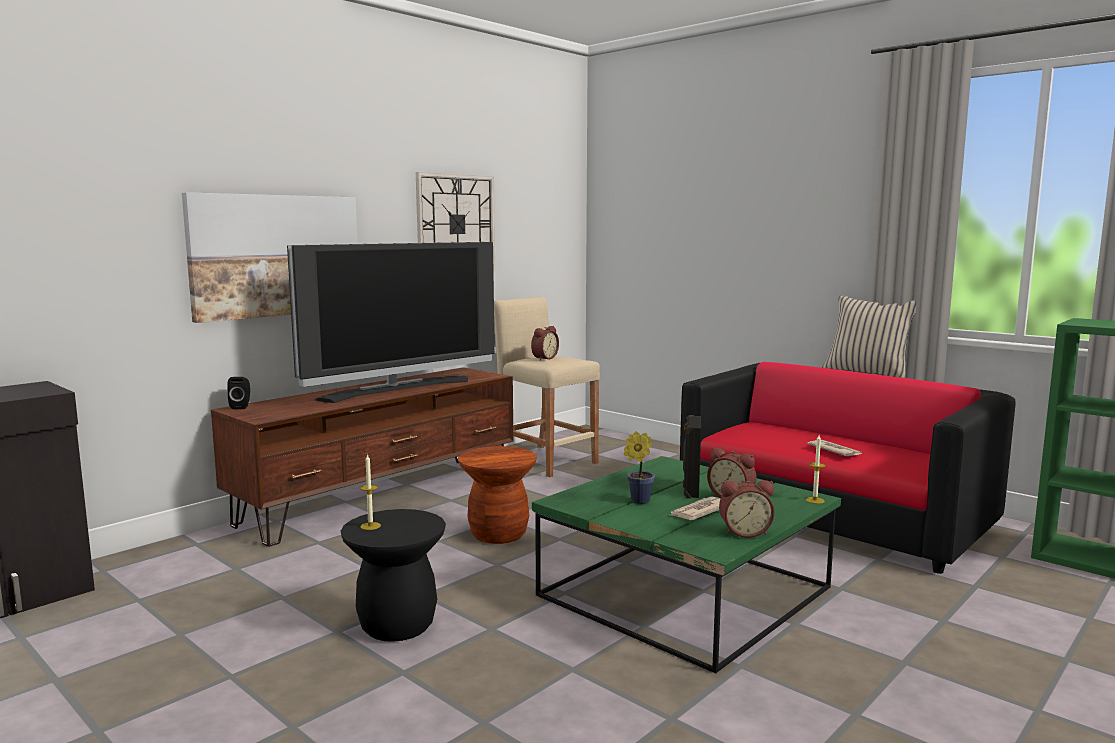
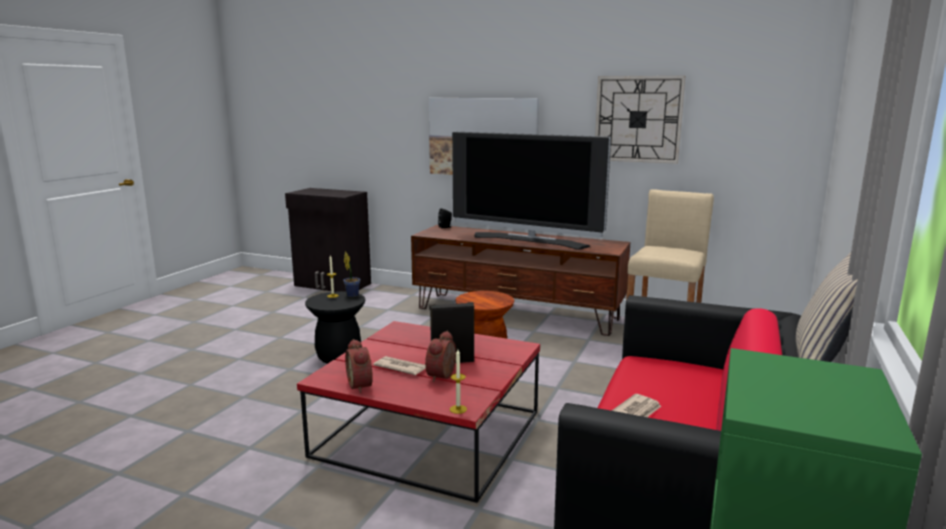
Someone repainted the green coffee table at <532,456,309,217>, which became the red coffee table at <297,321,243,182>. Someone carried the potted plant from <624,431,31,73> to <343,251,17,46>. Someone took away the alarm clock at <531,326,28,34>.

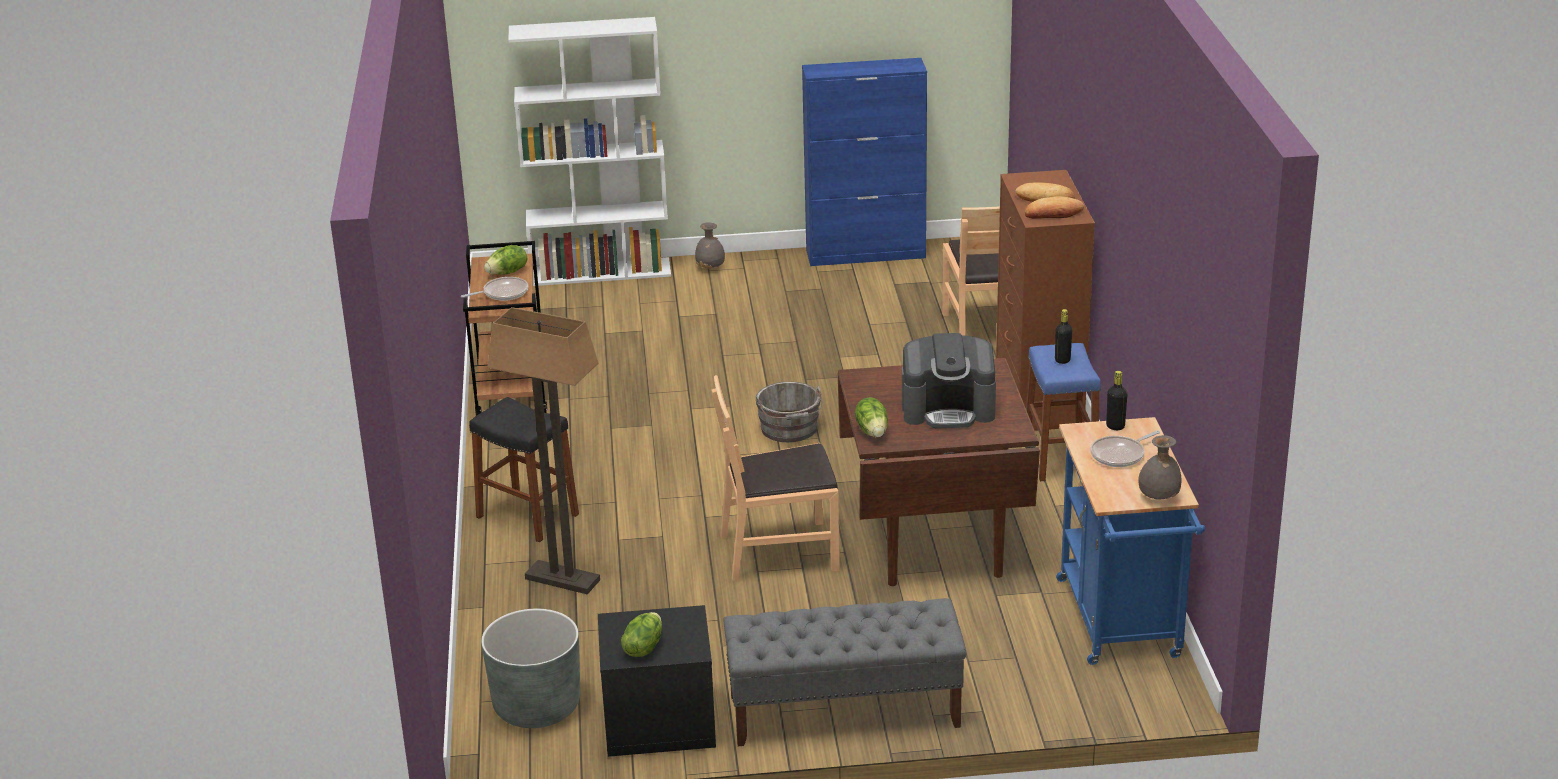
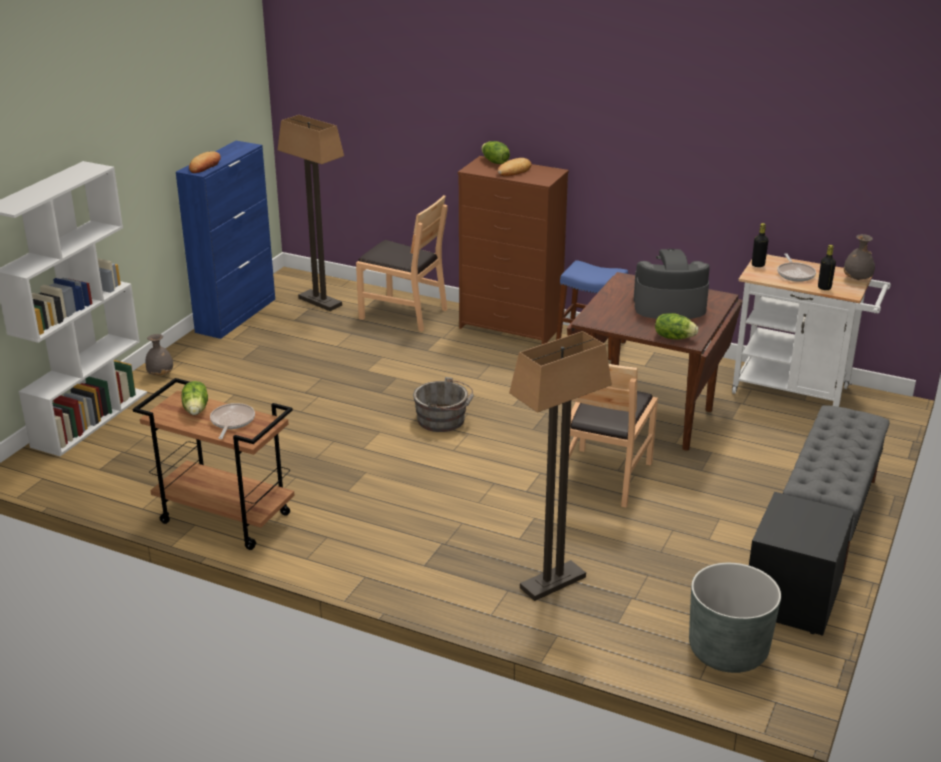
Someone carried the bread from <1025,197,59,22> to <189,151,32,22>. Someone put down the floor lamp at <278,115,66,196>. Someone carried the lettuce from <621,612,41,45> to <481,141,29,23>. Someone rotated the coffee machine at <902,333,94,95> by 120 degrees counterclockwise. Someone repainted the blue cart at <1056,417,149,248>, which became the white cart at <732,254,159,153>. Someone carried the black bottle from <1055,309,17,55> to <818,245,18,45>. Someone took away the black stool at <469,397,110,145>.

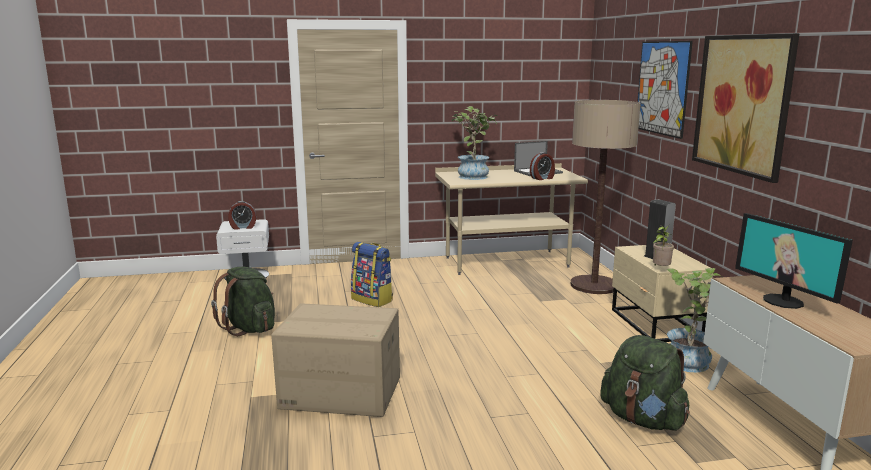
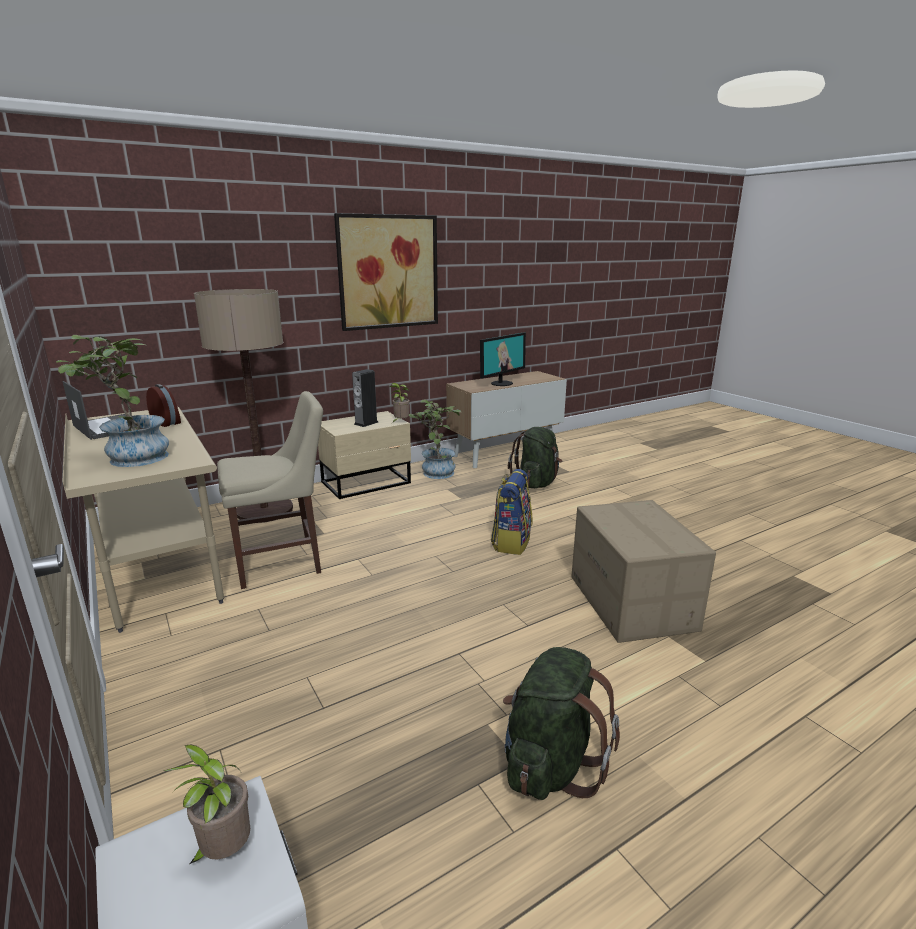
Someone swapped the alarm clock at <228,201,28,29> for the potted plant at <164,745,86,119>. Someone put down the beige chair at <217,391,106,198>. Someone carried the backpack from <351,242,42,65> to <491,469,41,86>. Someone took away the picture at <637,41,56,98>.

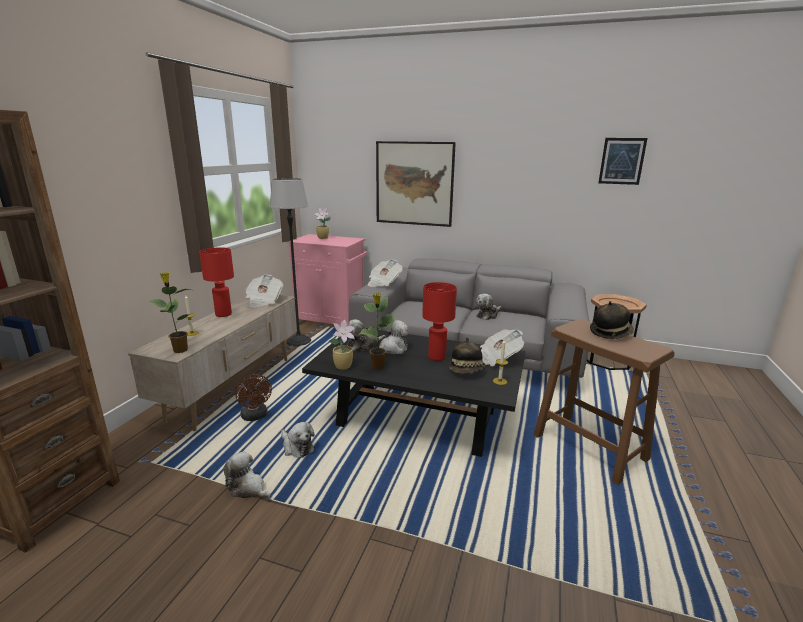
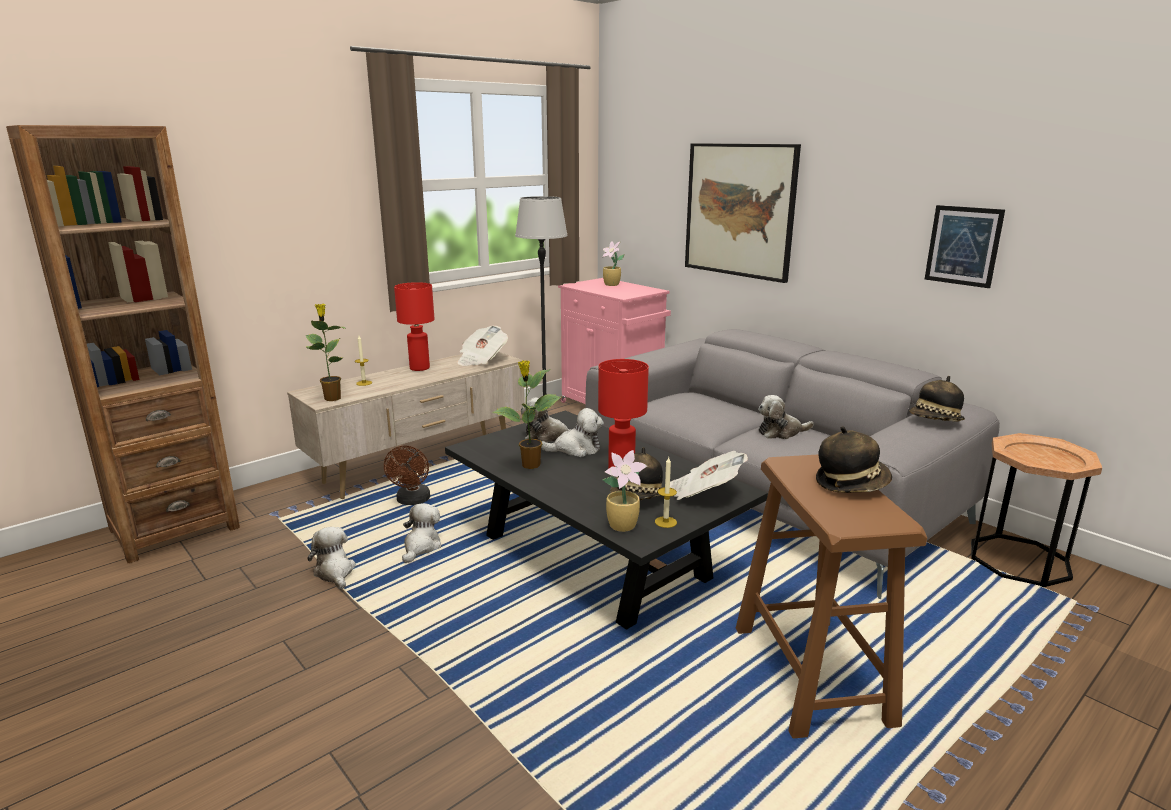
Someone rotated the plush toy at <281,422,33,36> by 150 degrees counterclockwise. Someone carried the potted plant from <329,320,26,50> to <603,450,44,82>. Someone put down the hat at <909,376,56,46>. Someone carried the picture from <598,138,50,47> to <925,205,80,83>. Someone took away the newspaper at <368,259,35,28>.

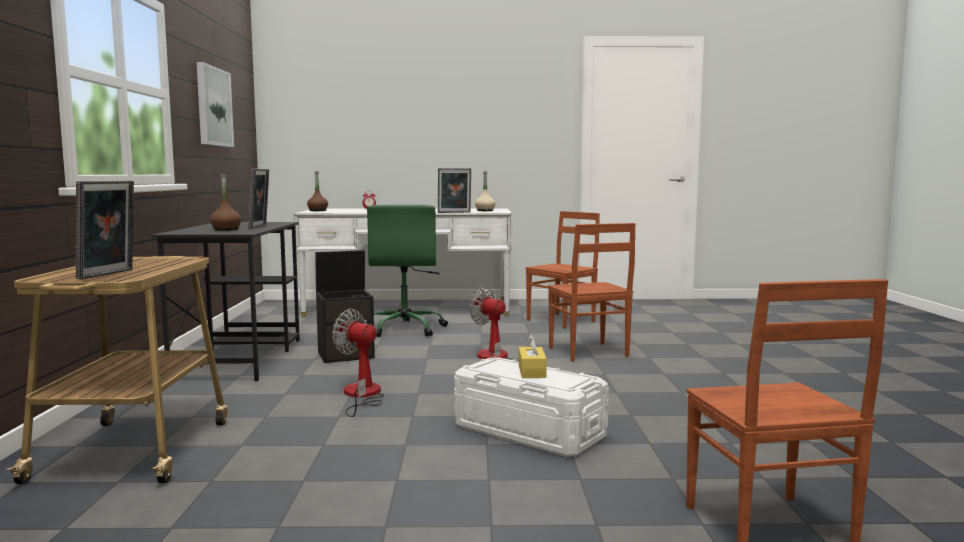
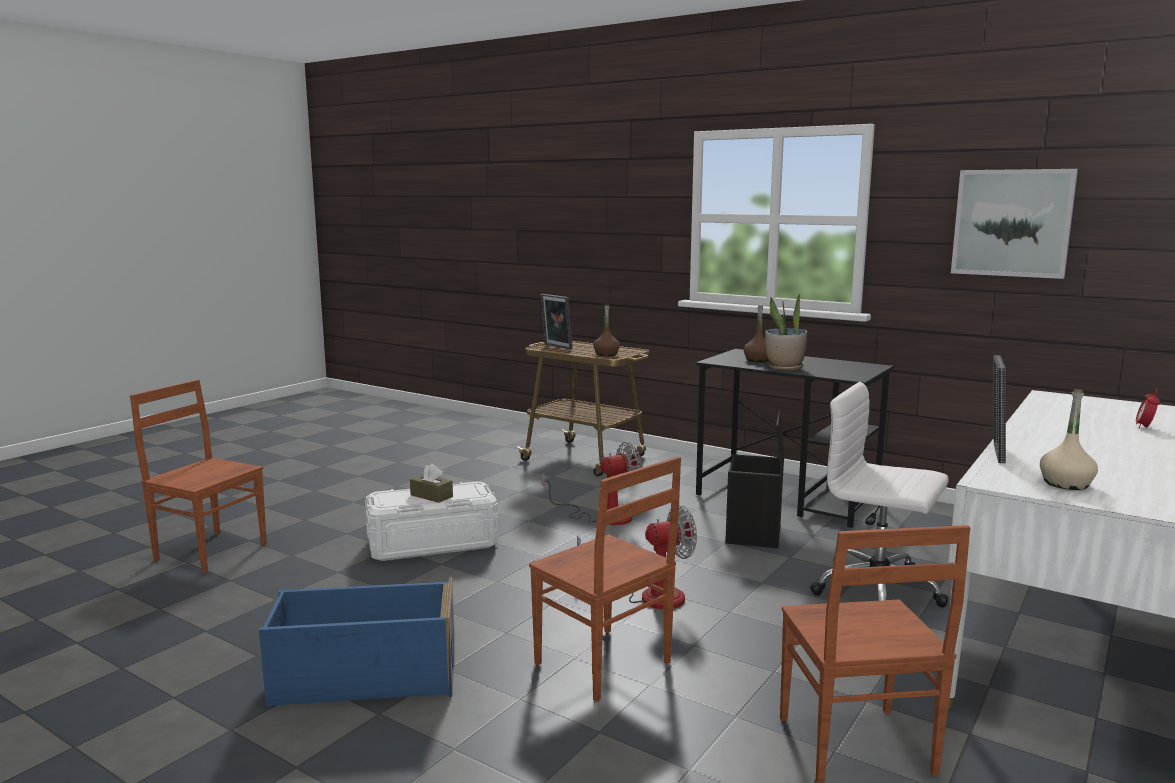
Someone put down the blue storage box at <259,577,196,129>. Someone repainted the yellow tissue box at <519,334,28,44>, which became the brown tissue box at <410,464,43,39>. Someone rotated the brown chair at <548,223,87,139> by 150 degrees counterclockwise. Someone carried the brown bottle from <307,171,21,40> to <593,304,27,52>. Someone swapped the picture frame at <248,169,21,60> for the potted plant at <765,293,42,77>. Someone repainted the green office chair at <367,205,81,132>, which became the white office chair at <810,382,139,225>.

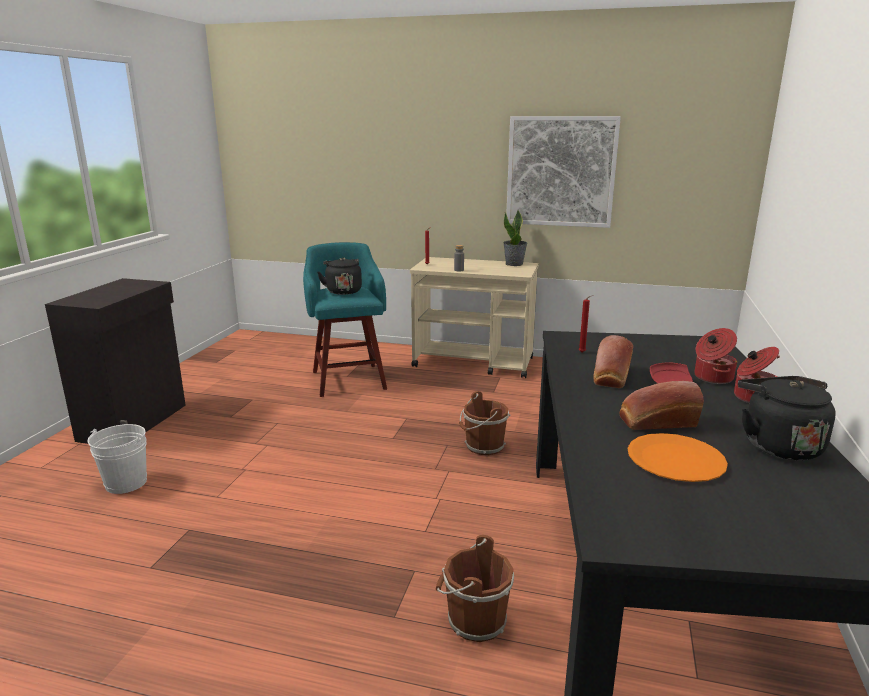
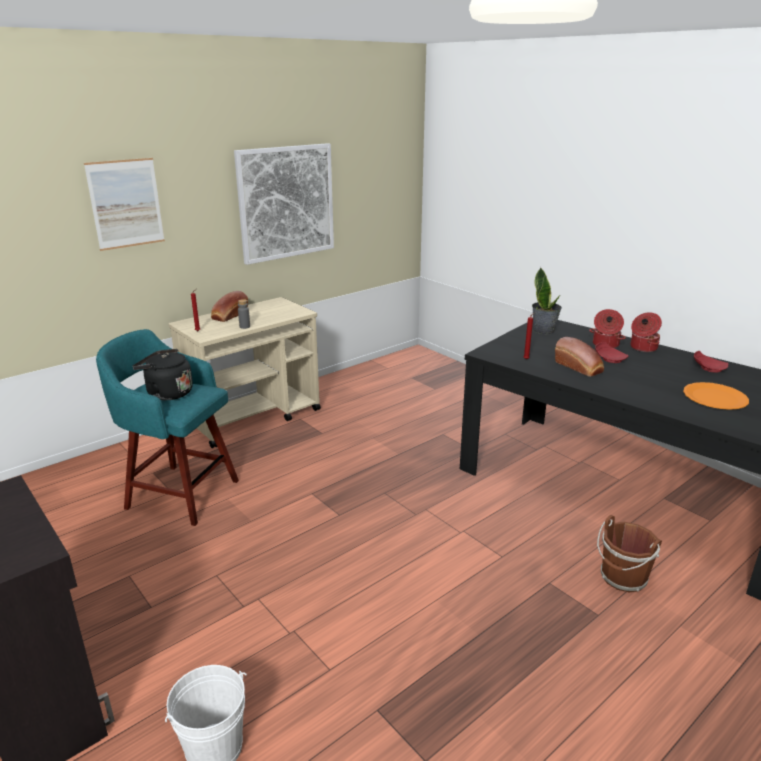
Someone put up the picture at <84,158,81,93>. Someone carried the bread from <620,381,84,49> to <211,291,37,31>. Someone carried the potted plant from <503,210,24,56> to <532,267,30,68>. Someone swapped the black kettle at <738,376,98,84> for the red plate at <694,351,34,21>. Someone took away the brown bucket at <459,391,51,64>.

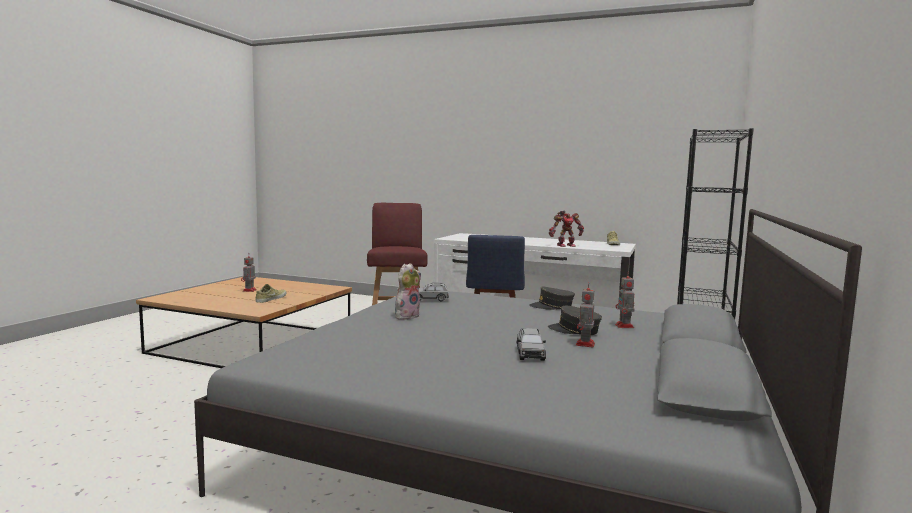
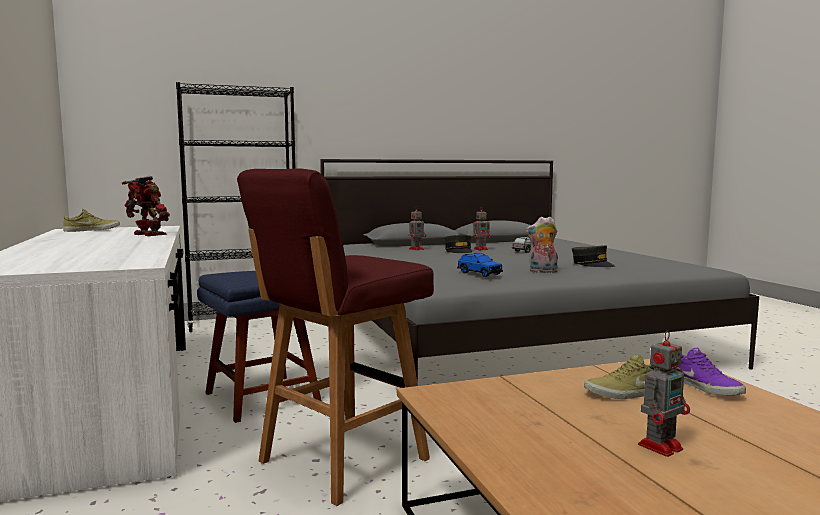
Someone repainted the grey toy car at <419,283,30,19>, which became the blue toy car at <457,253,46,24>. Someone carried the grey cap from <529,287,46,23> to <572,245,43,22>. Someone put down the purple shoe at <677,348,69,48>.

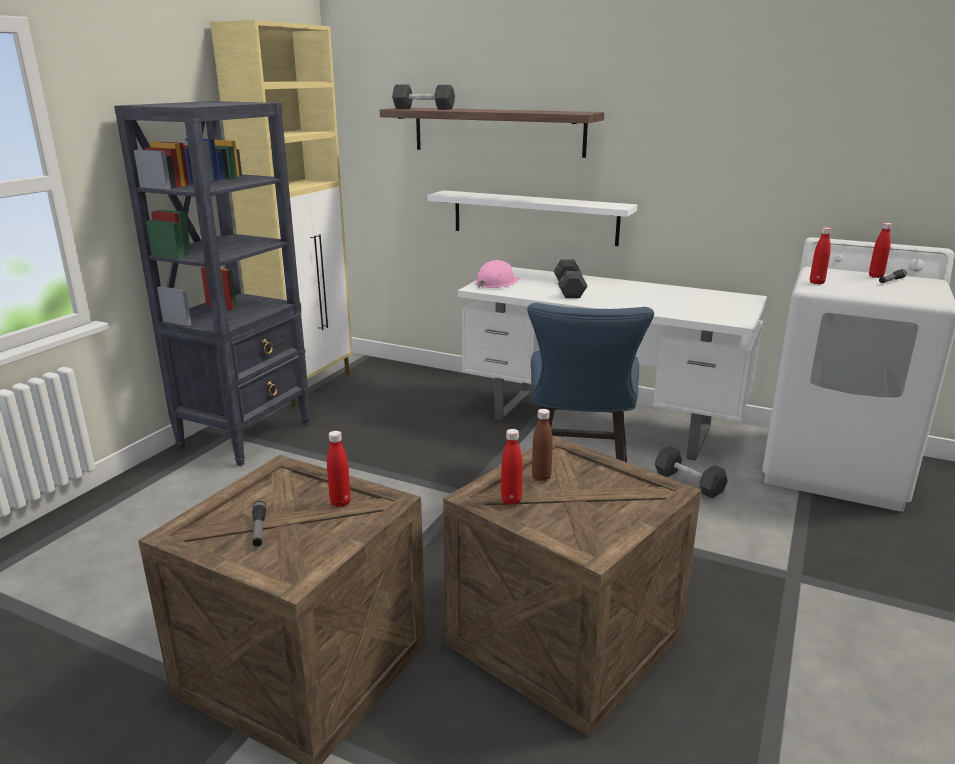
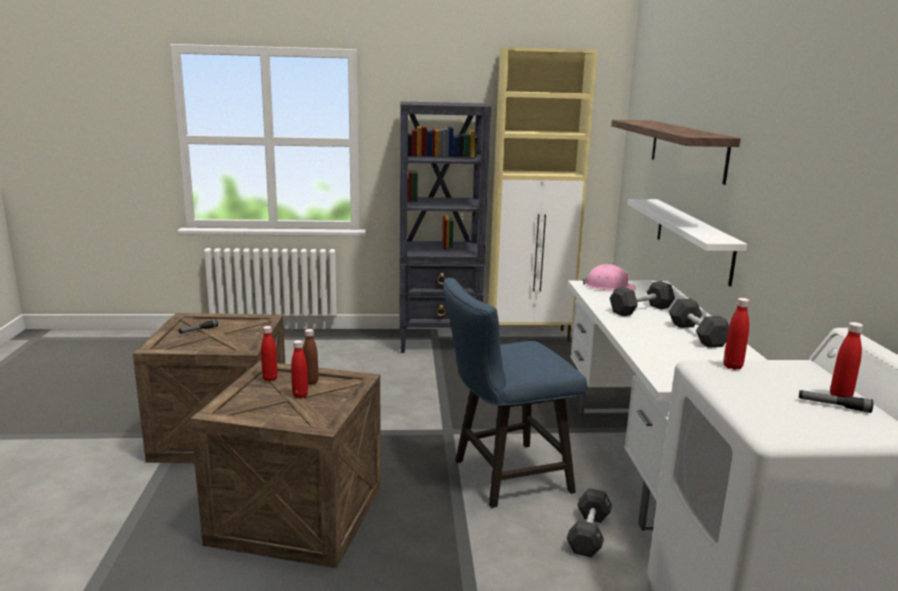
Someone carried the red bottle from <327,431,24,76> to <291,340,17,58>. Someone carried the black dumbbell from <392,84,63,26> to <669,299,60,49>.

